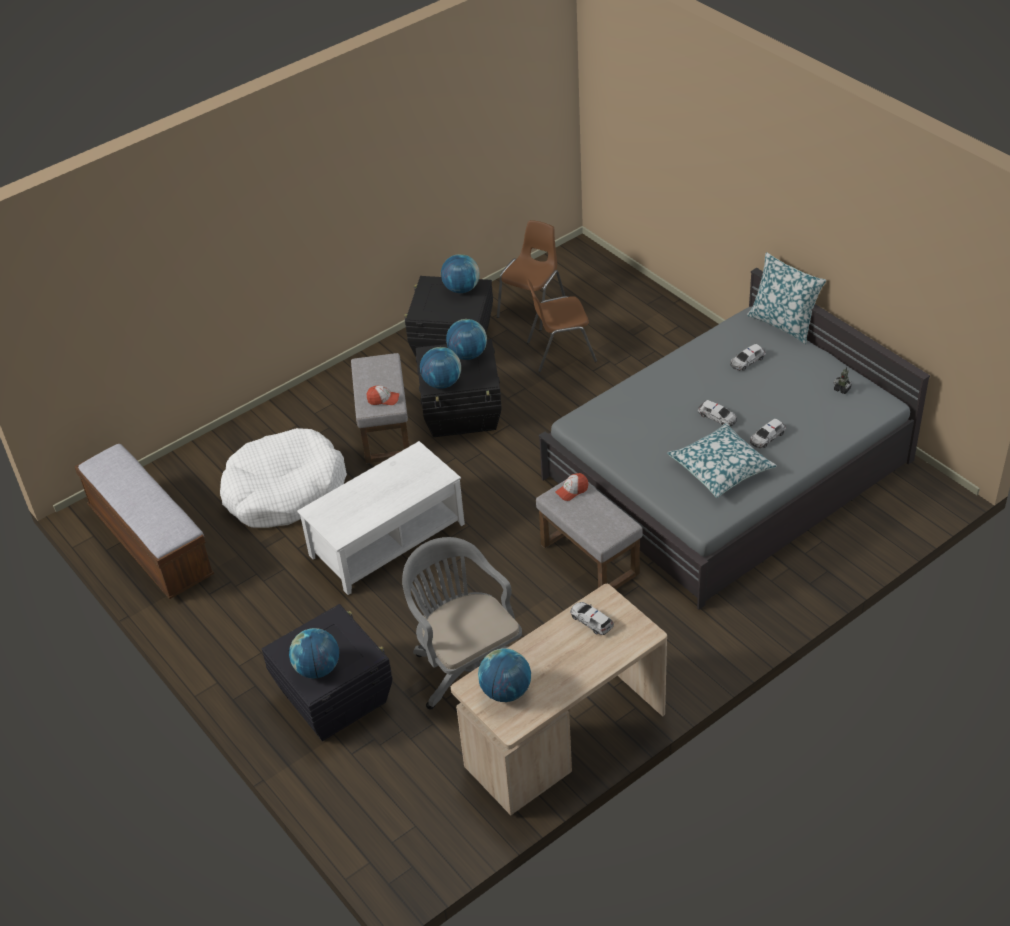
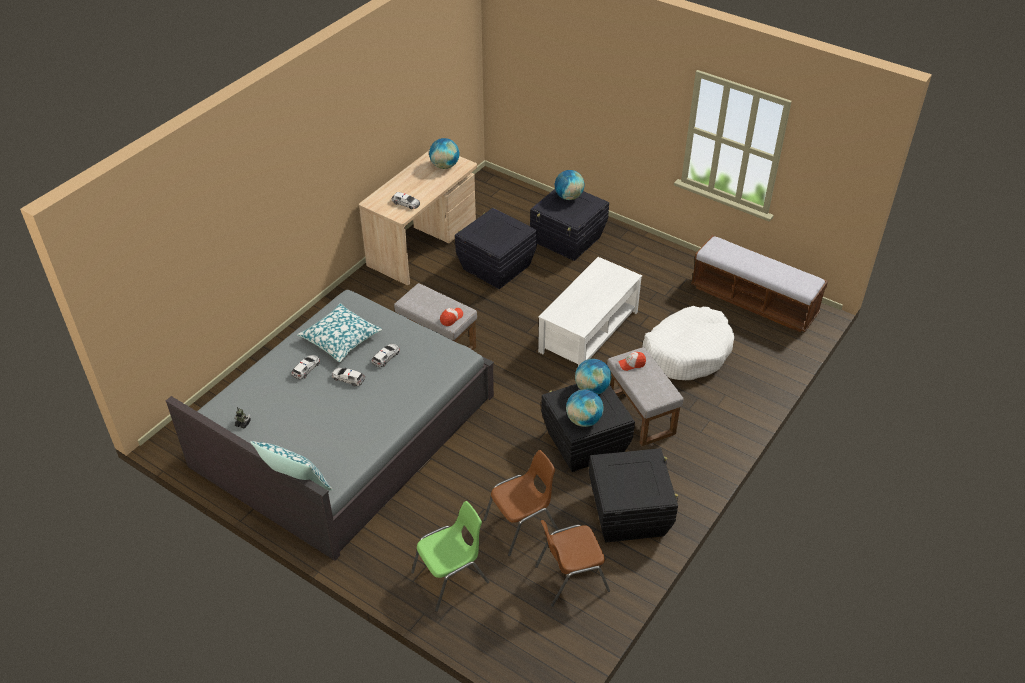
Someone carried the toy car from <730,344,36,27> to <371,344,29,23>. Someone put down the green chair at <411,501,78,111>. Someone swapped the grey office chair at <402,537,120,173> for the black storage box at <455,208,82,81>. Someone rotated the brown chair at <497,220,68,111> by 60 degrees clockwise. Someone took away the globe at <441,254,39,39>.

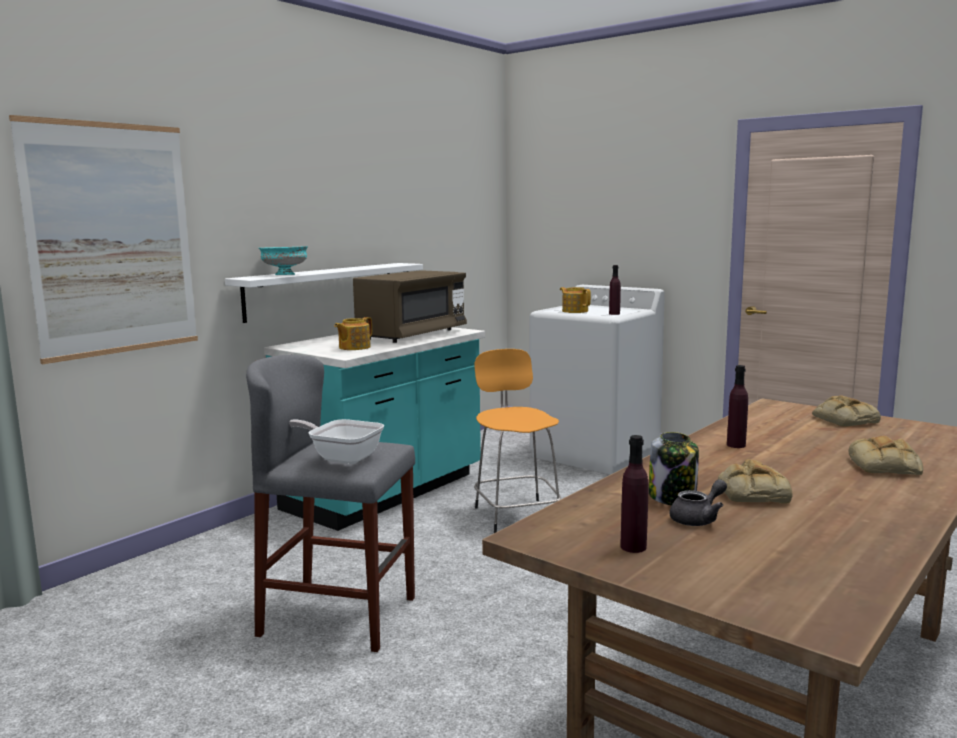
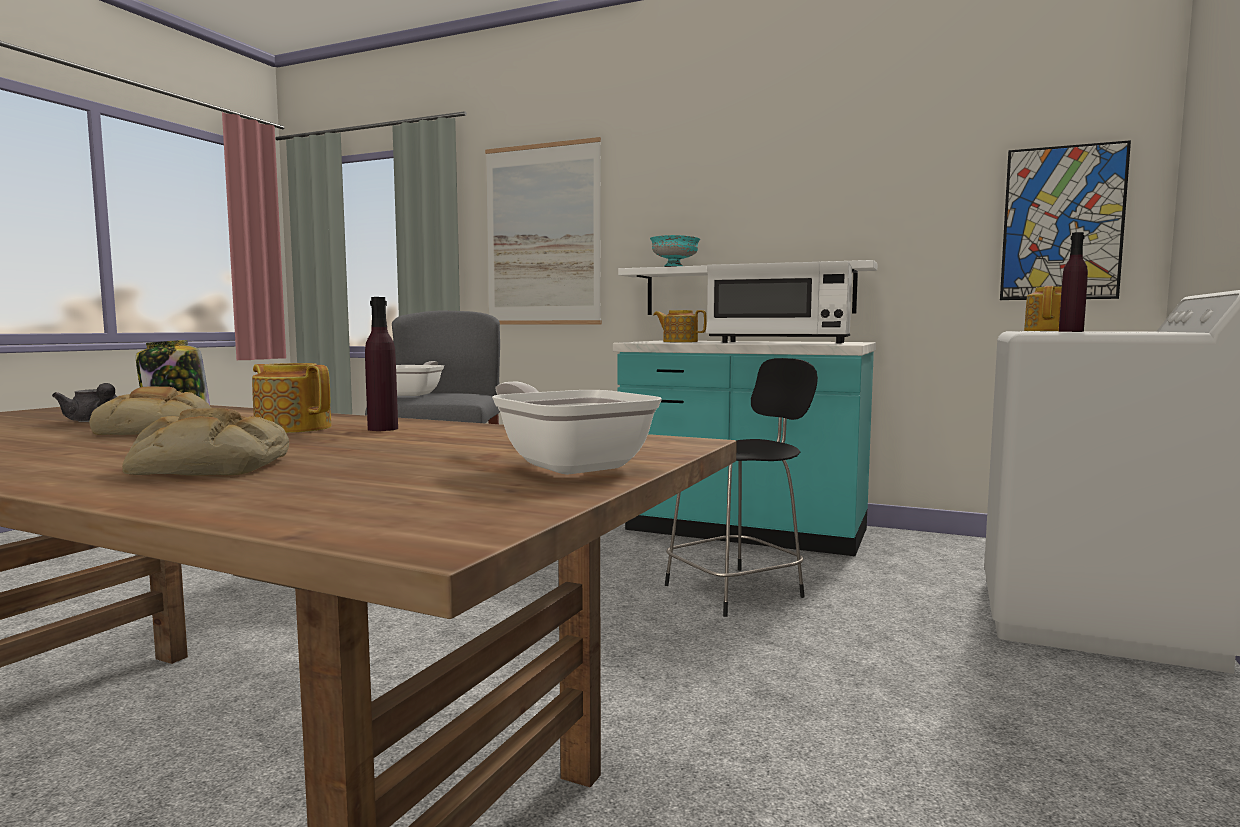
Someone put down the teapot at <252,363,79,70>. Someone swapped the bread at <812,395,69,32> for the frying pan at <492,381,170,94>. Someone repainted the orange stool at <474,349,87,184>, which became the black stool at <665,358,153,259>. Someone repainted the brown microwave at <353,270,114,73>, which became the white microwave at <706,261,146,83>. Someone put up the picture at <1000,140,131,160>. Someone took away the purple bottle at <620,435,28,118>.

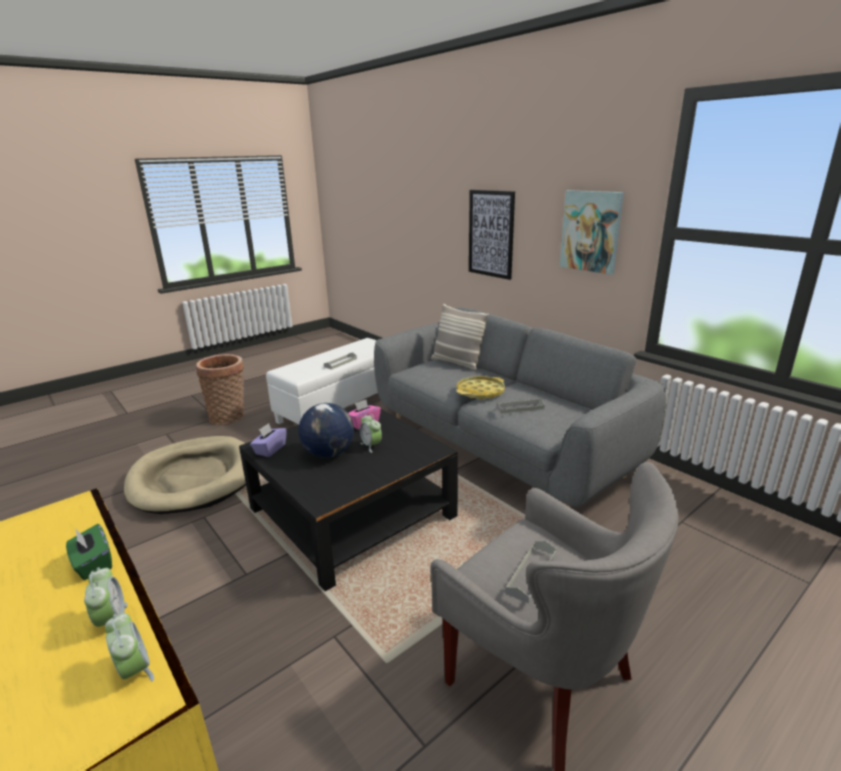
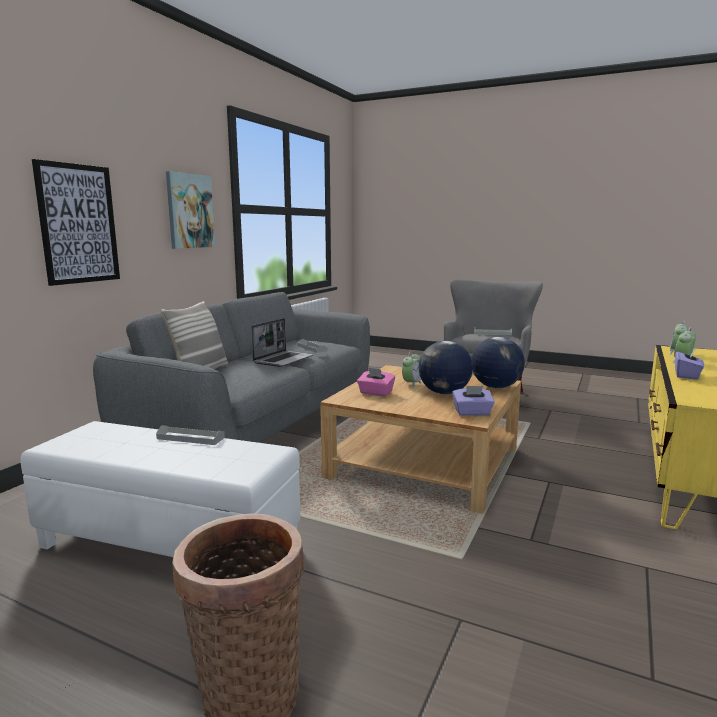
Someone swapped the yellow tray at <457,376,48,24> for the laptop at <251,318,63,49>. Someone repainted the black coffee table at <239,401,219,190>, which became the beige coffee table at <320,365,201,149>. Someone put down the globe at <472,337,53,51>. Someone repainted the green tissue box at <66,524,46,56>, which became the purple tissue box at <675,348,29,32>. Someone took away the beige dog bed at <124,436,122,78>.

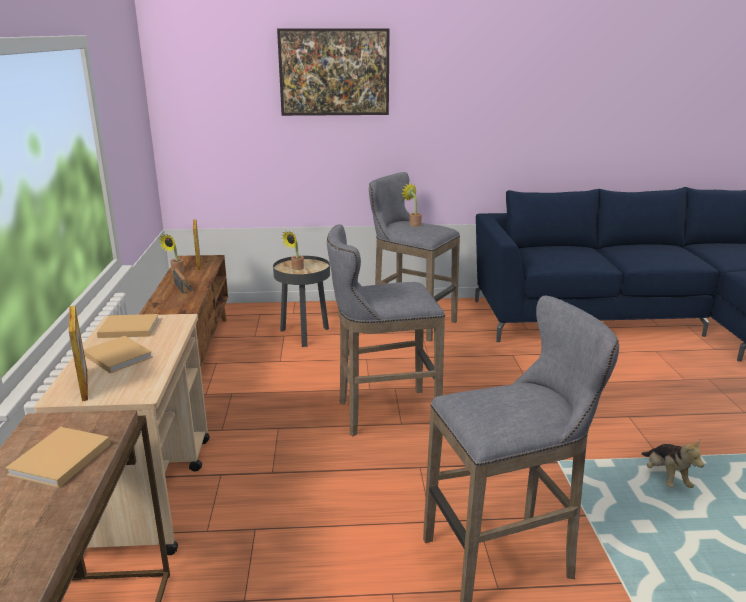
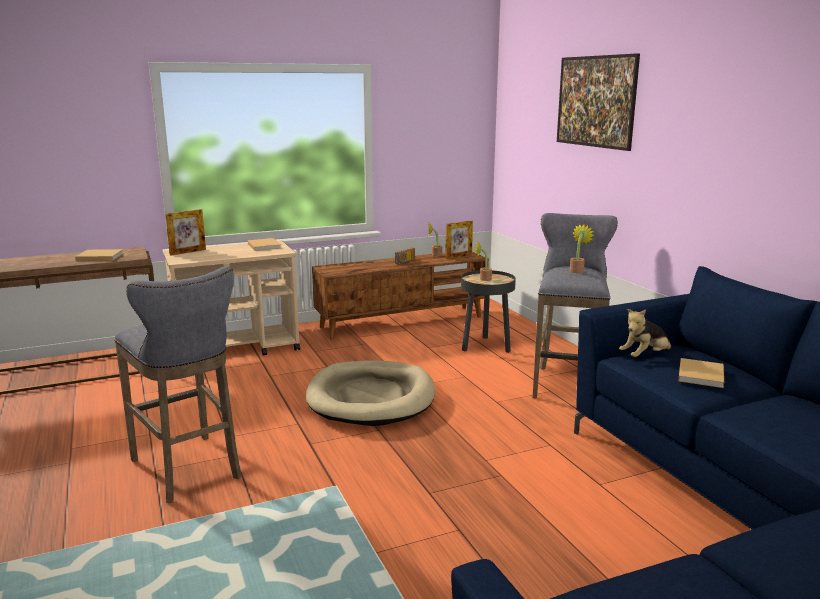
Someone swapped the grey stool at <327,224,118,212> for the beige dog bed at <306,361,129,65>. Someone carried the plush toy from <641,440,63,48> to <619,309,53,48>. Someone carried the beige book from <84,336,69,37> to <678,358,46,30>.

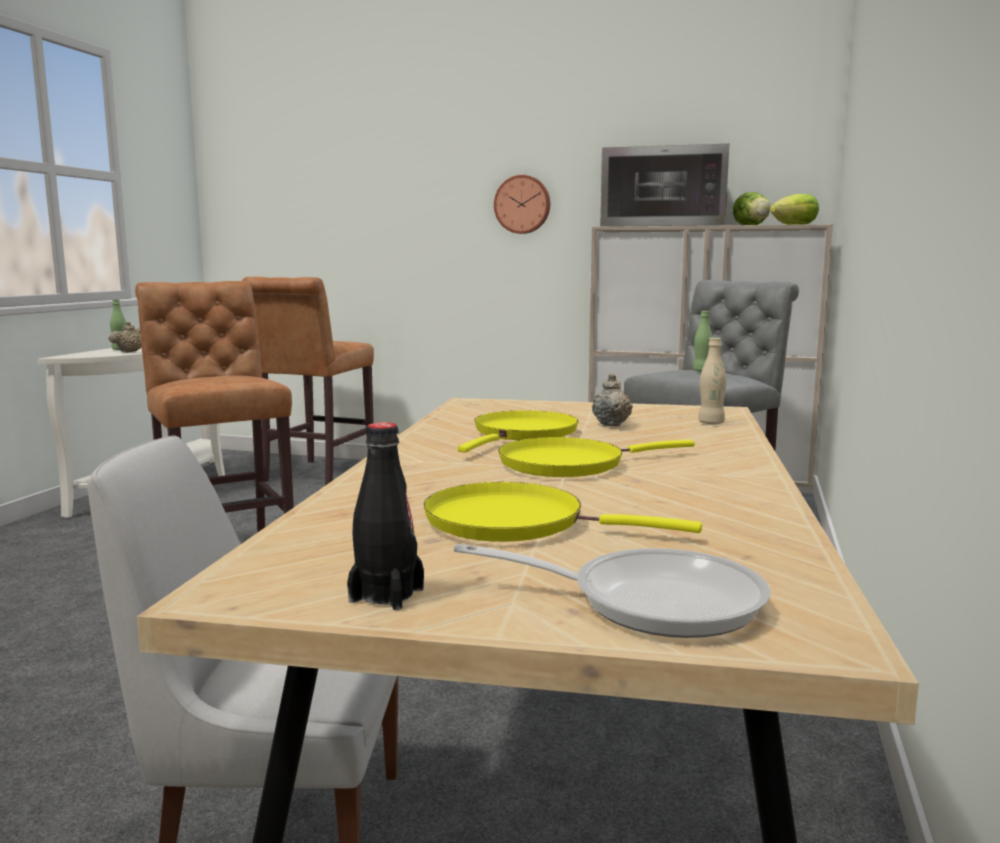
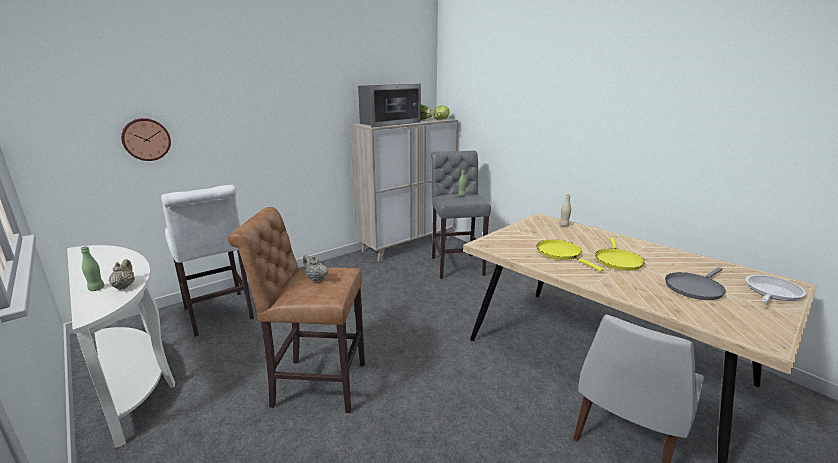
Someone carried the wall clock from <494,175,56,59> to <121,118,50,43>. Someone repainted the brown stool at <242,277,132,209>, which became the white stool at <161,185,93,152>. Someone carried the beige teapot from <592,373,41,53> to <303,255,26,27>. Someone repainted the yellow frying pan at <424,482,278,60>, which became the grey frying pan at <665,267,61,33>. Someone took away the black bottle at <347,422,77,188>.

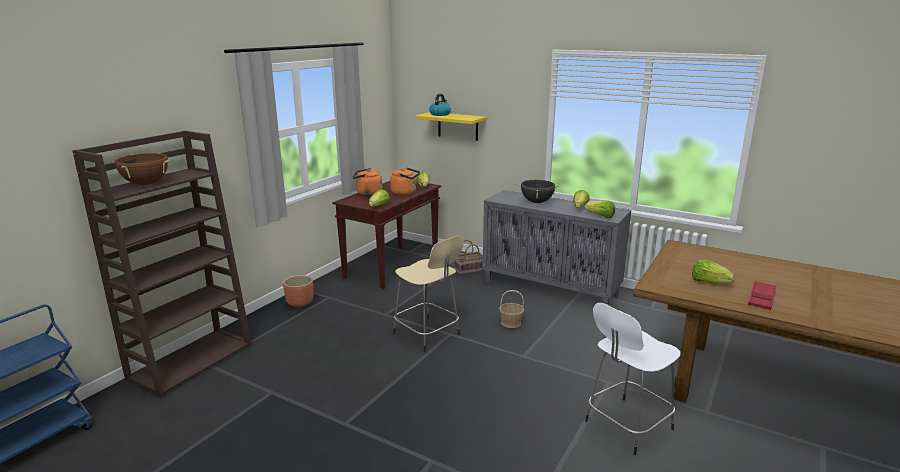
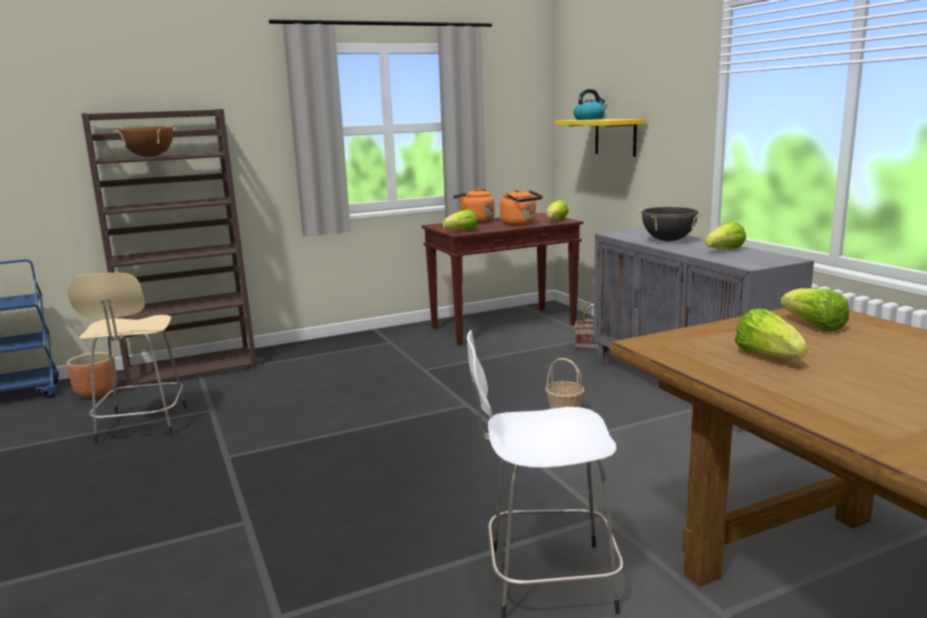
Someone carried the beige stool from <393,236,71,116> to <67,273,120,170>. Someone carried the brown planter from <283,275,31,32> to <67,352,50,46>. Someone carried the lettuce from <585,200,30,18> to <780,288,69,44>. Someone took away the red tray at <748,281,28,29>.

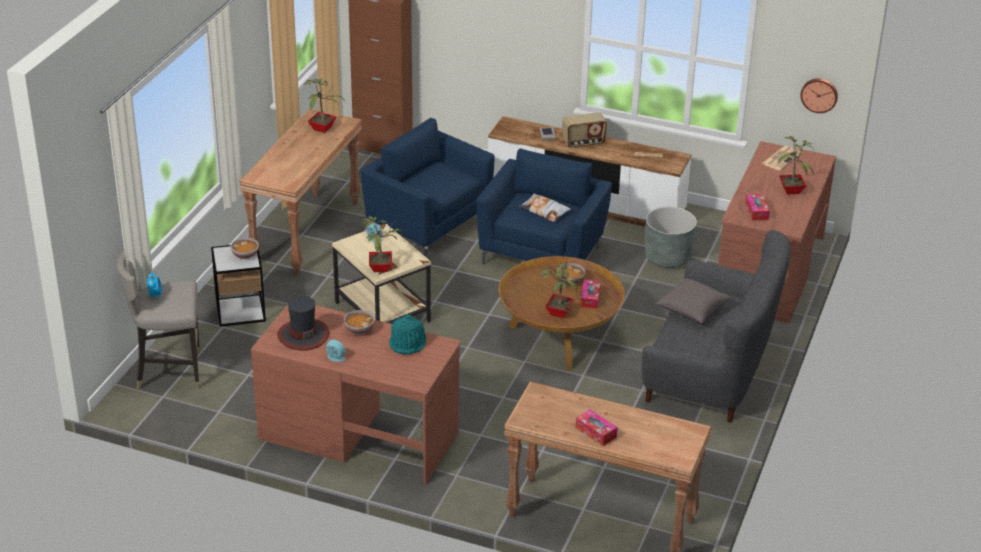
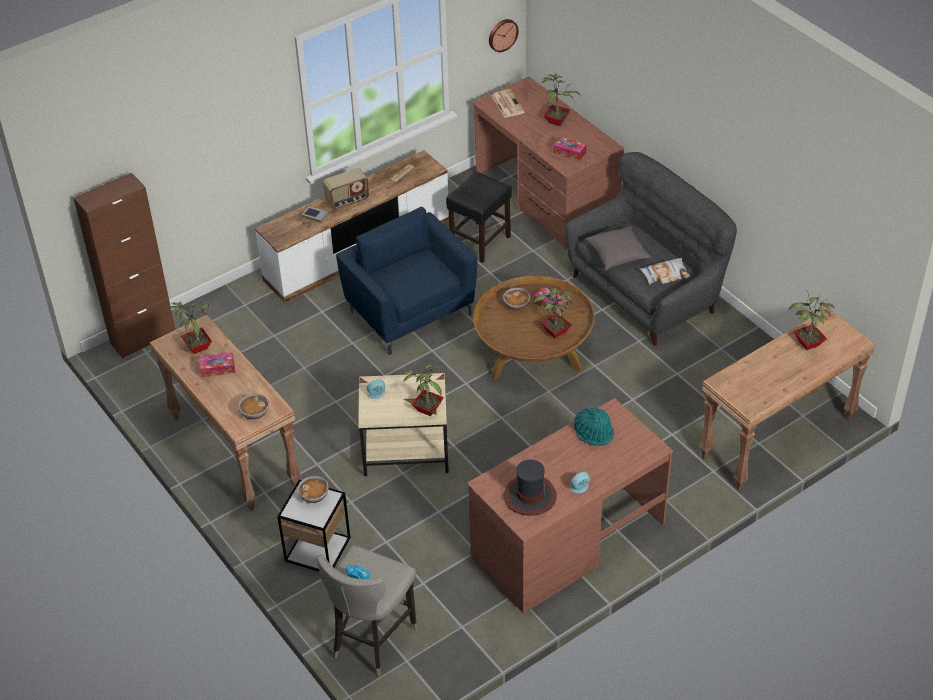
Someone carried the tissue box from <575,410,42,36> to <199,352,36,26>. Someone carried the bowl from <344,310,31,25> to <238,393,31,27>. Someone rotated the radio at <562,112,45,36> by 45 degrees clockwise. Someone swapped the grey planter at <645,207,52,61> for the black stool at <446,171,66,92>. Someone carried the pillow from <519,193,52,29> to <640,258,51,29>. Someone put down the potted plant at <789,291,46,59>. Someone took away the blue armchair at <361,118,134,141>.

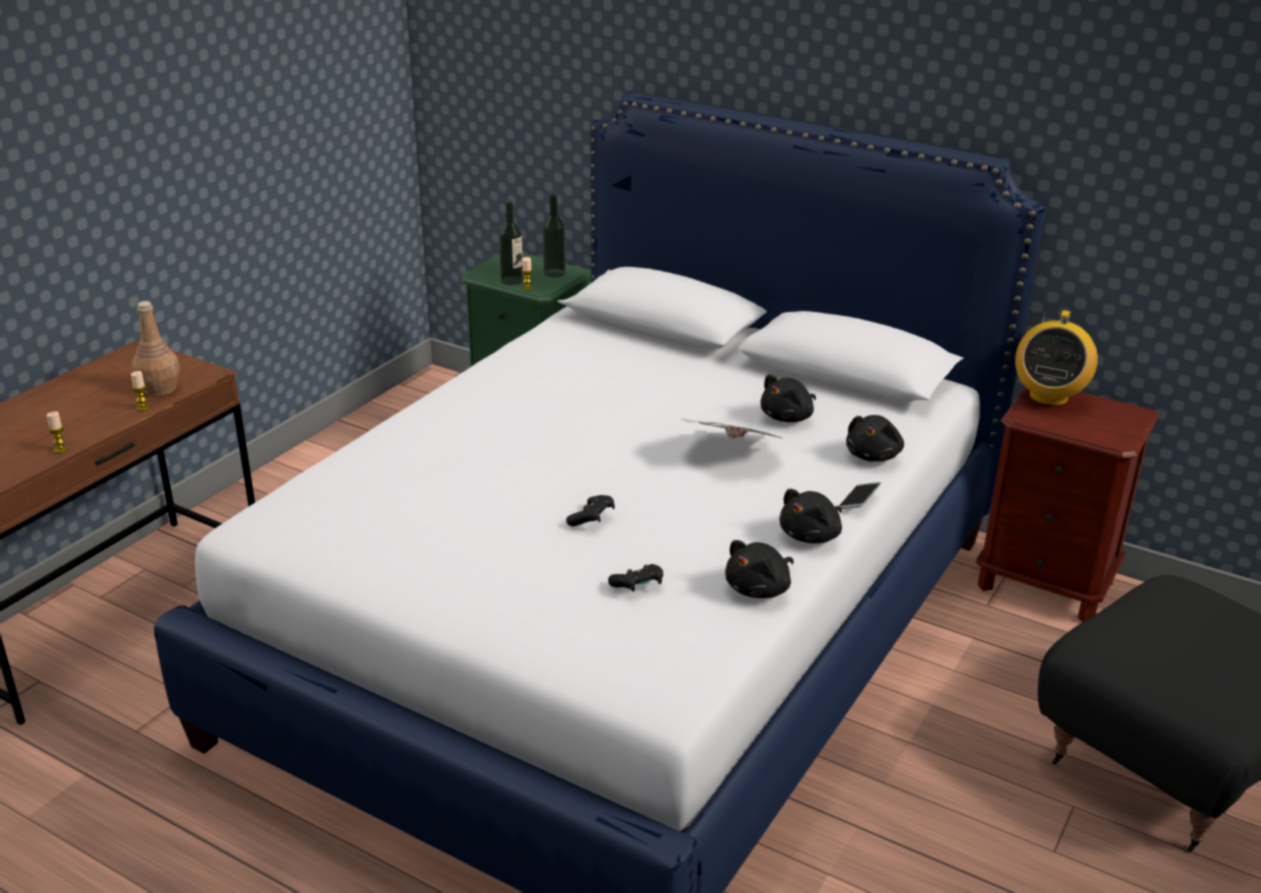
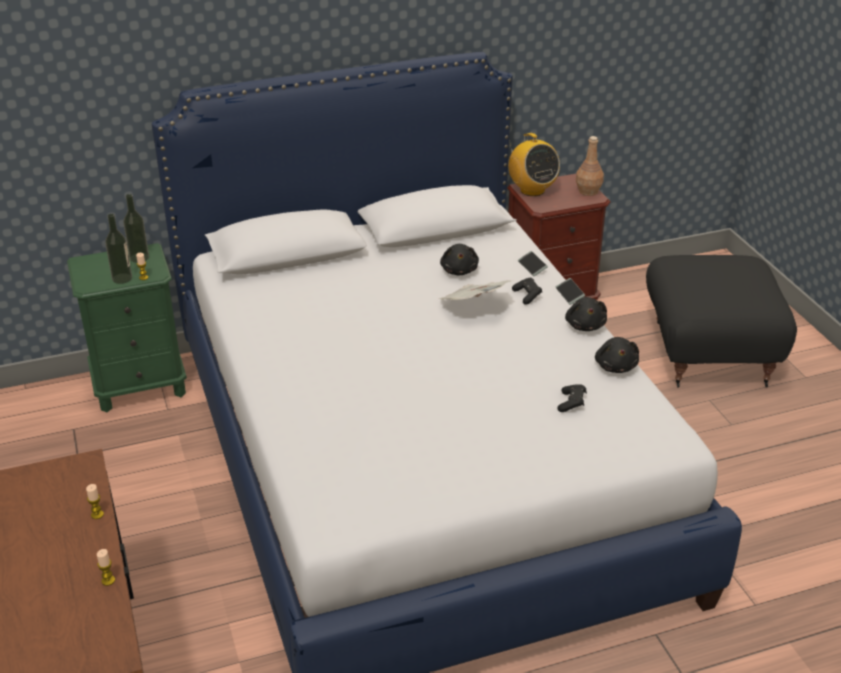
Someone carried the black game controller from <566,495,49,31> to <512,278,30,27>. Someone swapped the black plush toy at <846,415,58,47> for the phone at <518,251,30,25>. Someone carried the brown bottle from <132,301,48,95> to <576,136,28,60>.

